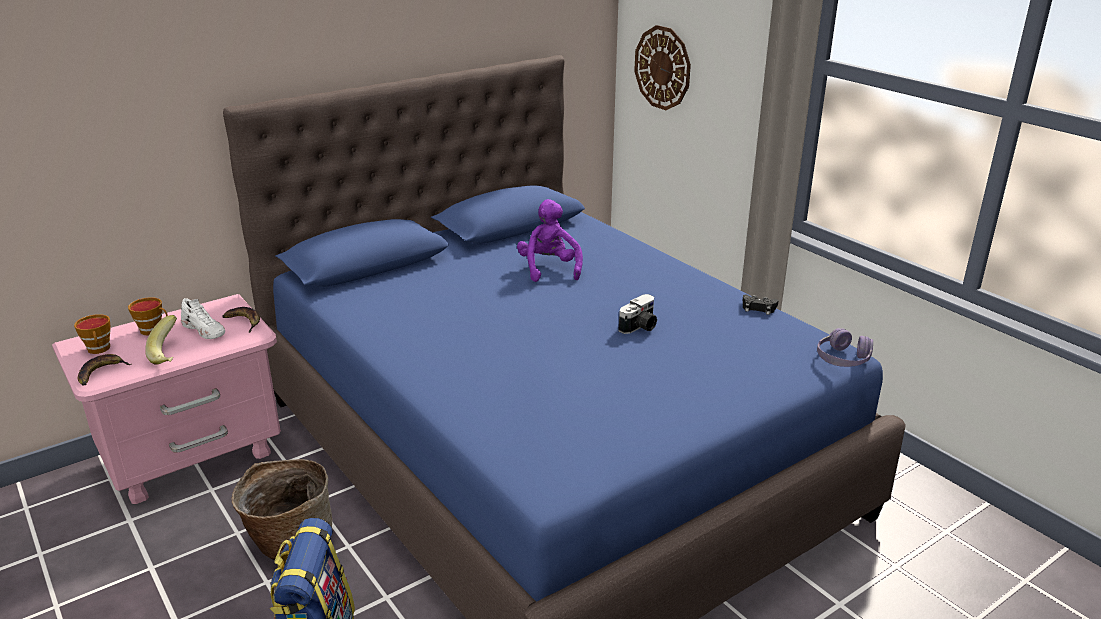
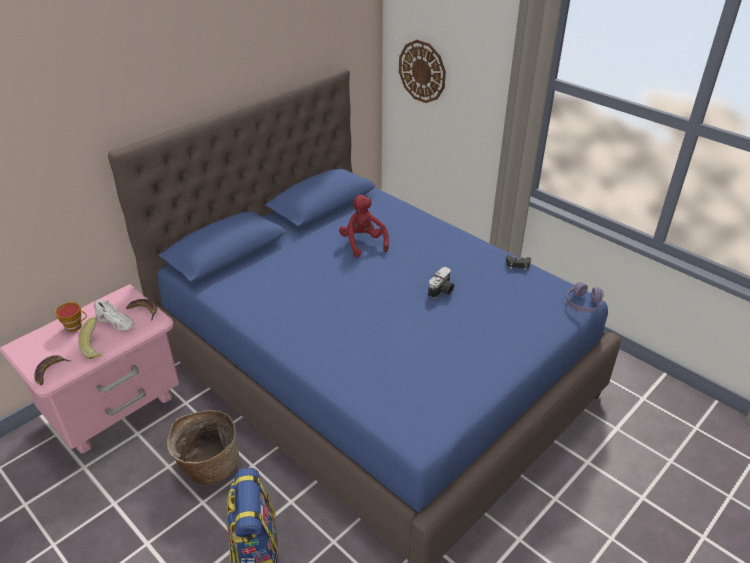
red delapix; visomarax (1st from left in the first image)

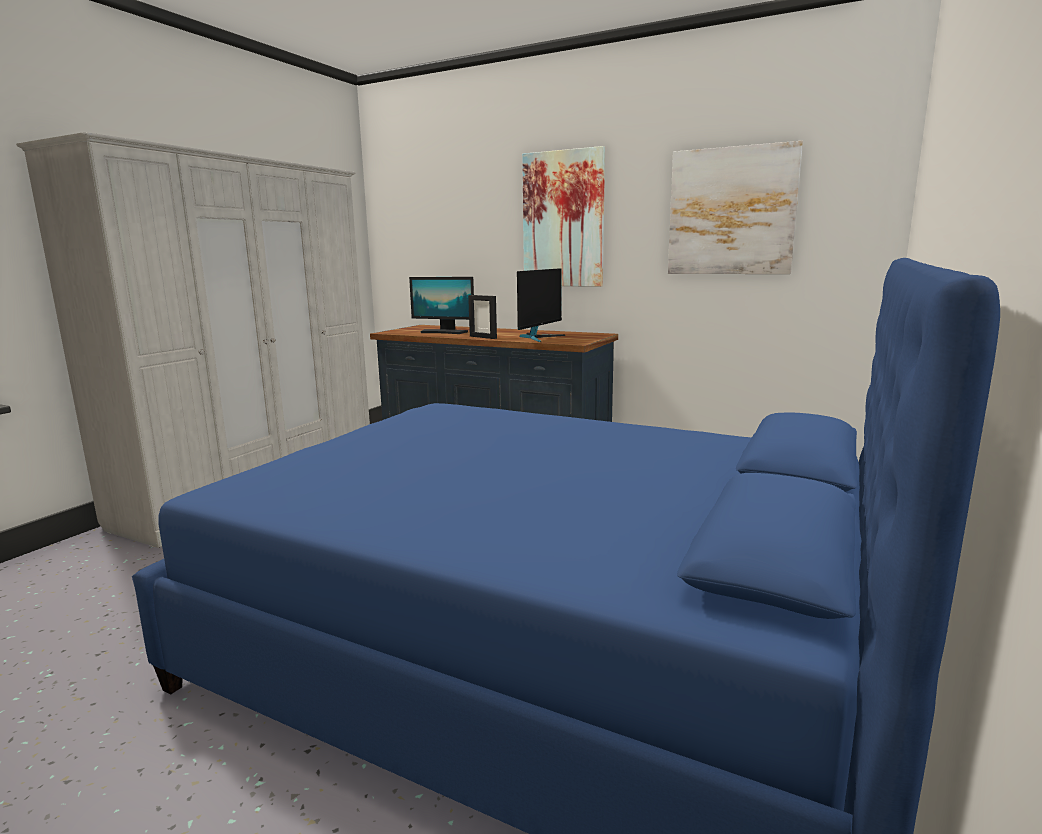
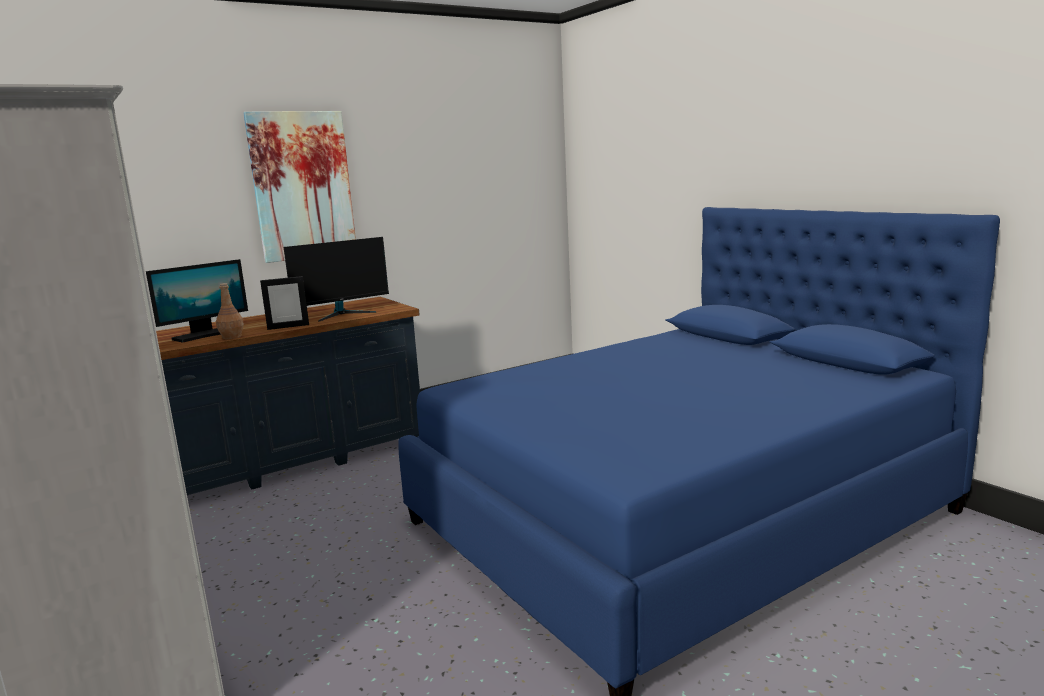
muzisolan (2nd from left in the first image); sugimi (2nd from left); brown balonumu

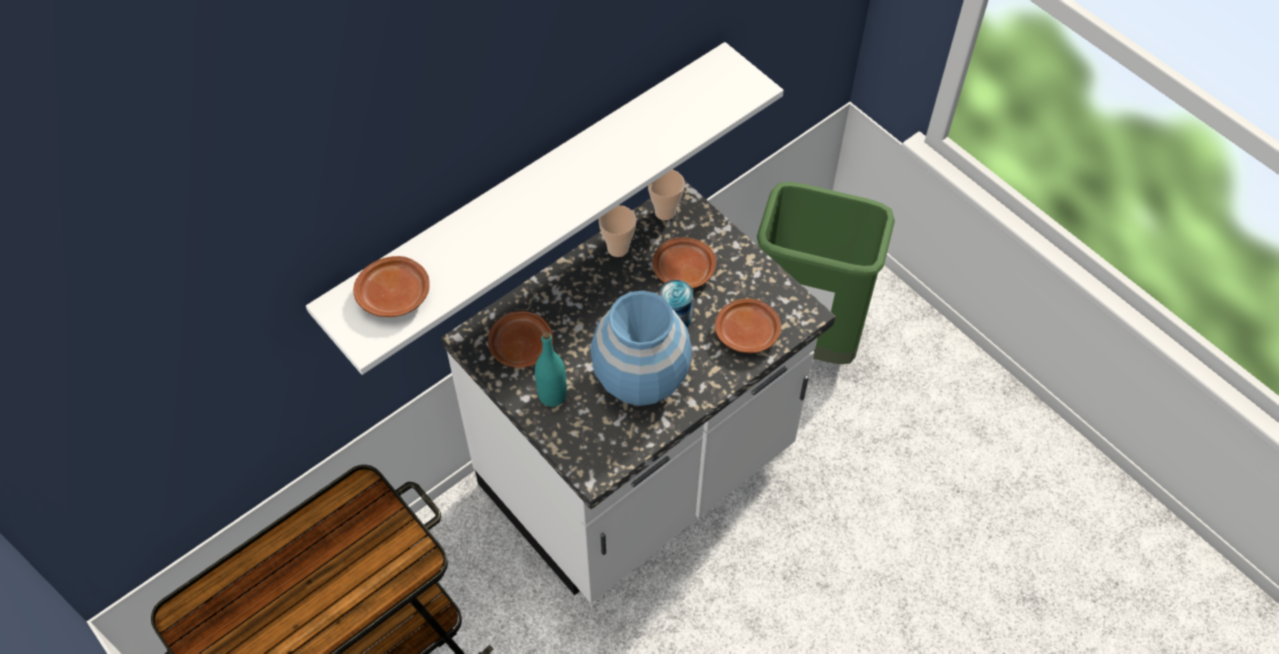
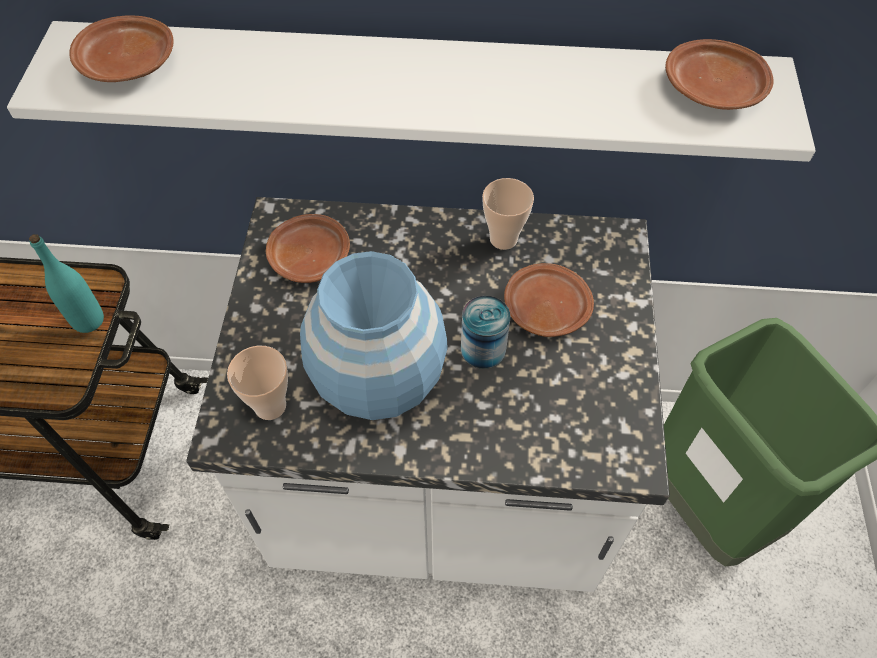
visomarax (1st from left); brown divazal (4th from left); turquoise balonumu

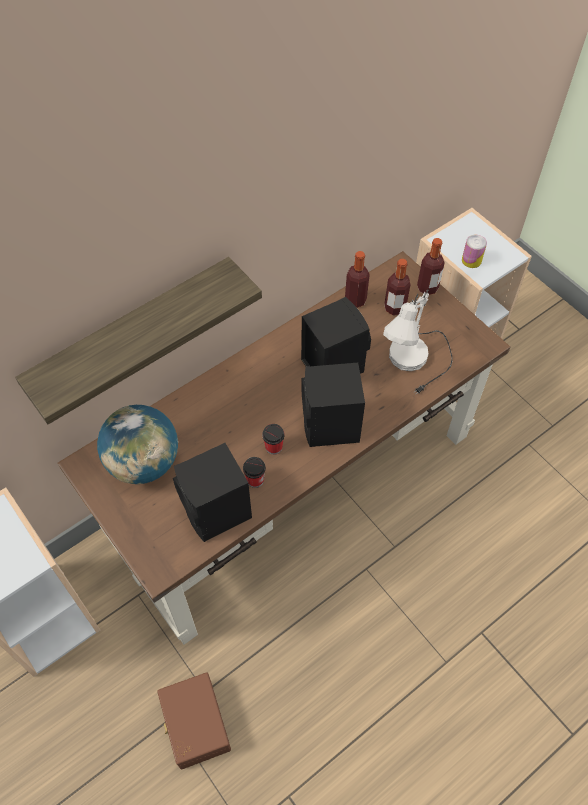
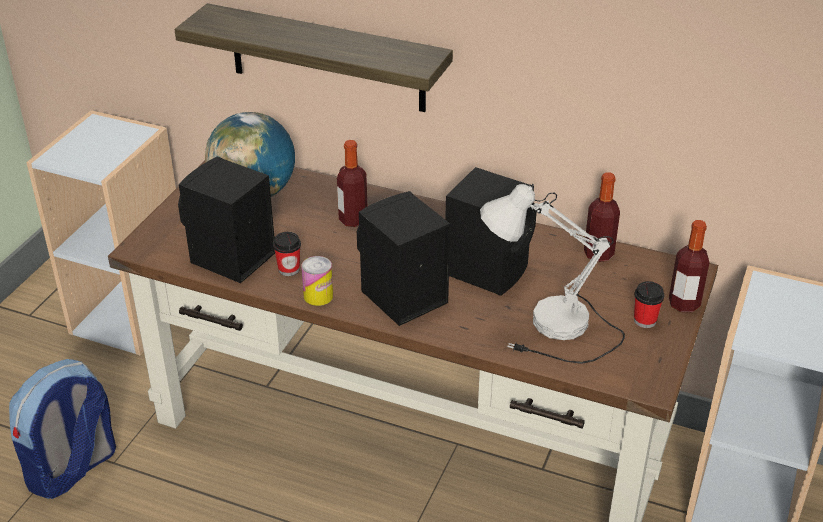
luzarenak; balonumu (1st from left); visomarax (2nd from left); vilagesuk

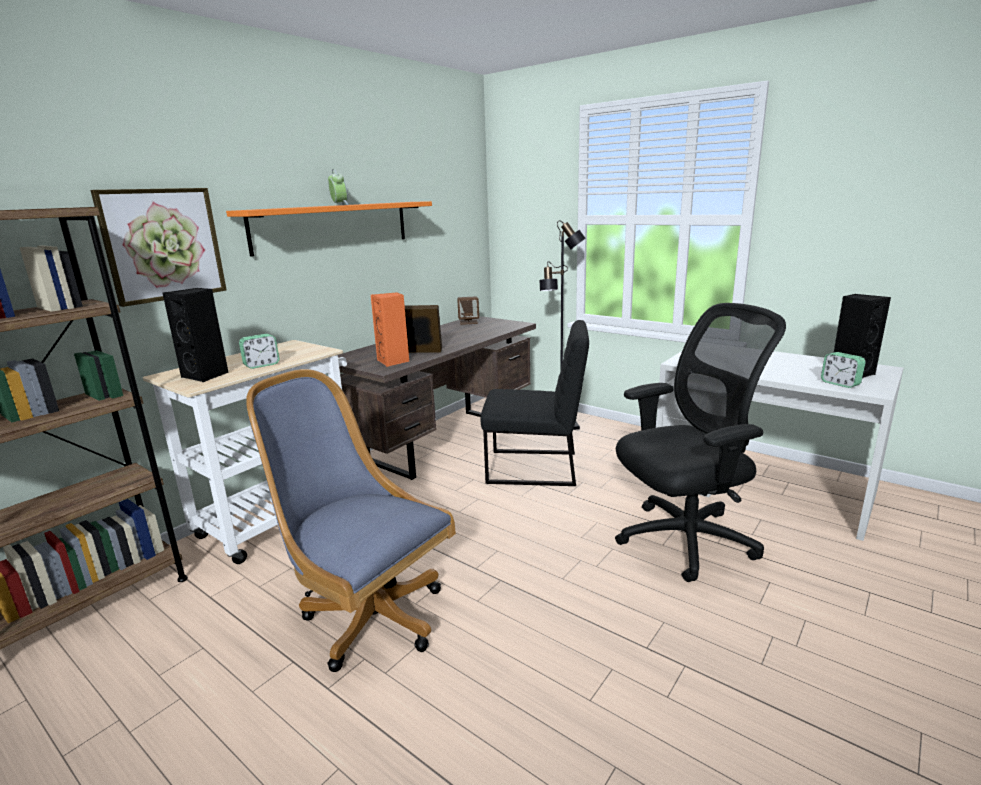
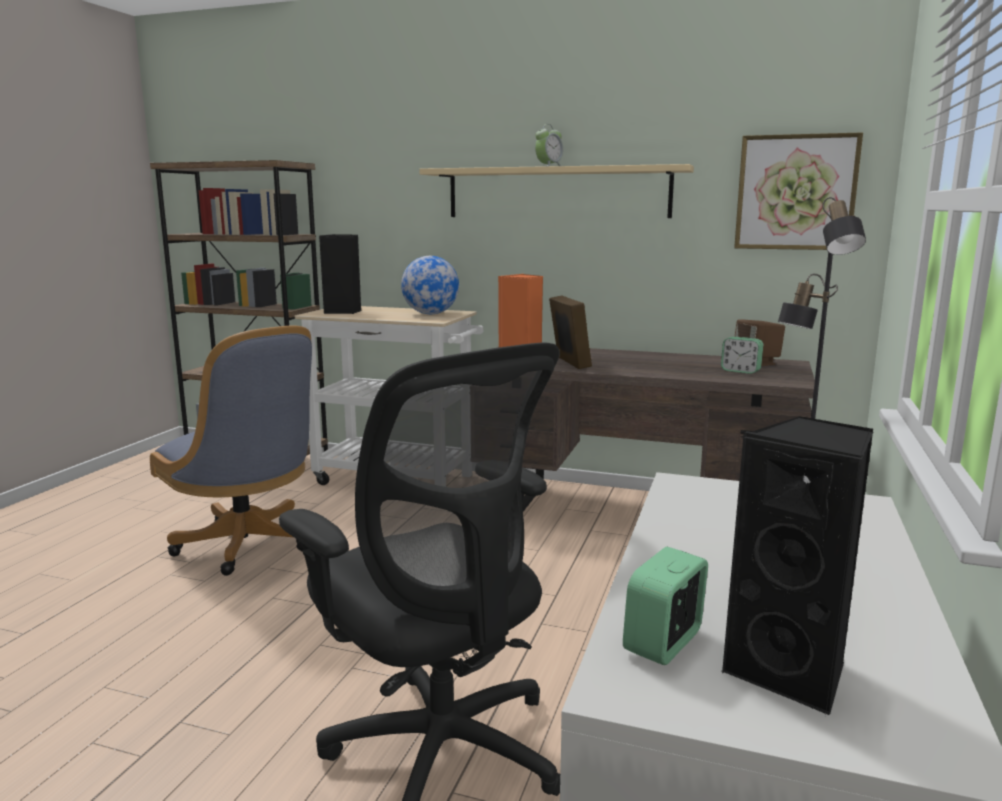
muzisolan; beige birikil; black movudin; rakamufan (3rd from left); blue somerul; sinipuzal

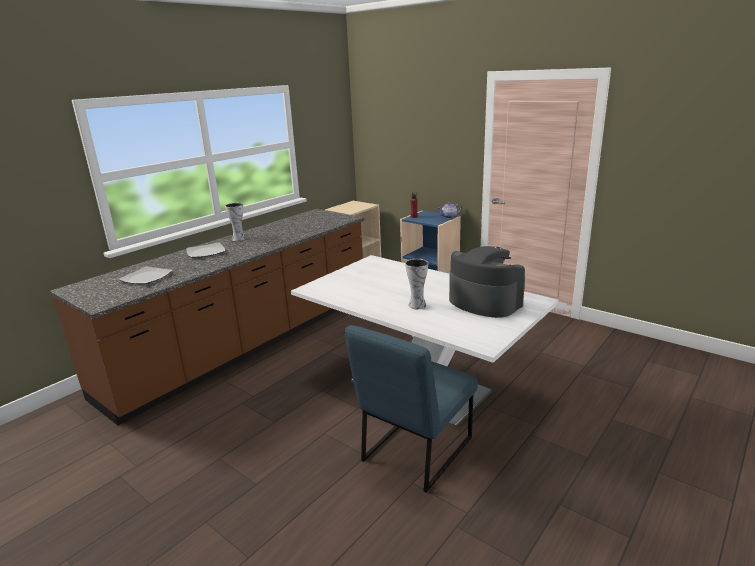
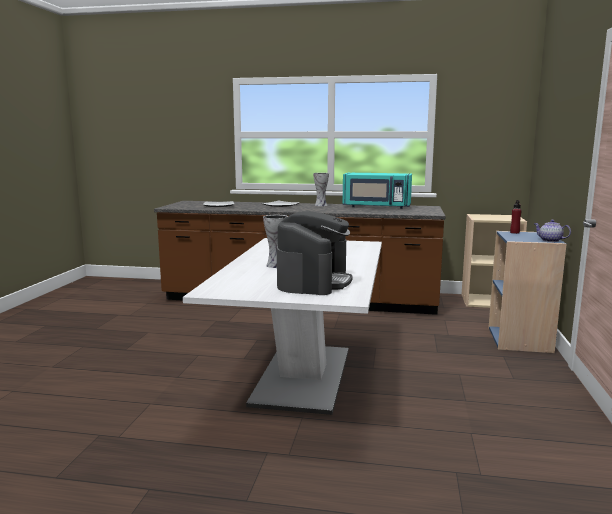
blue movudin; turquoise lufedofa

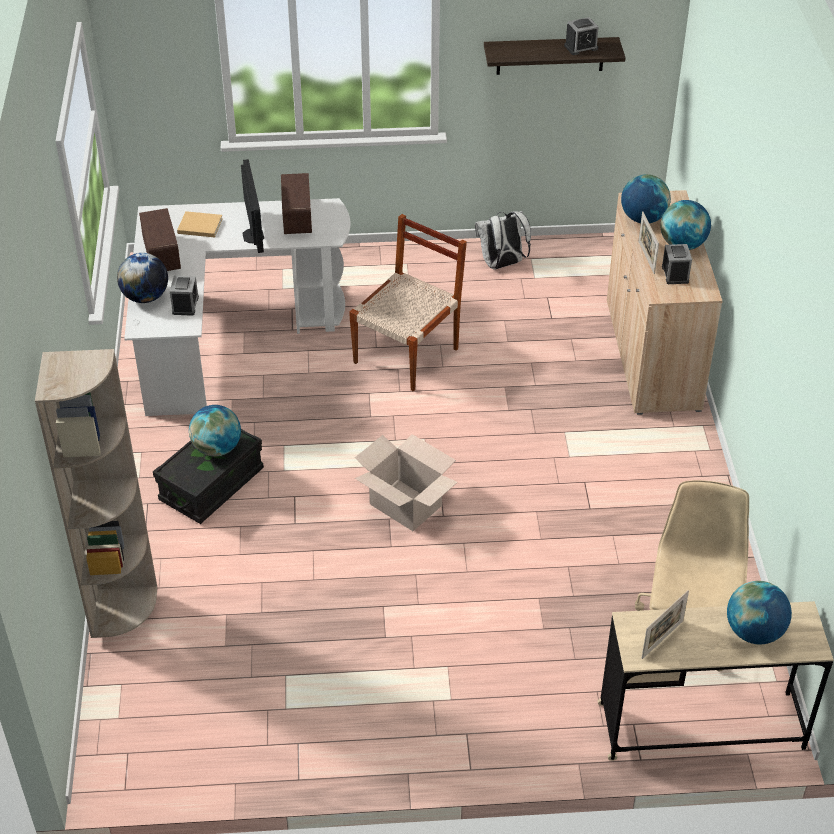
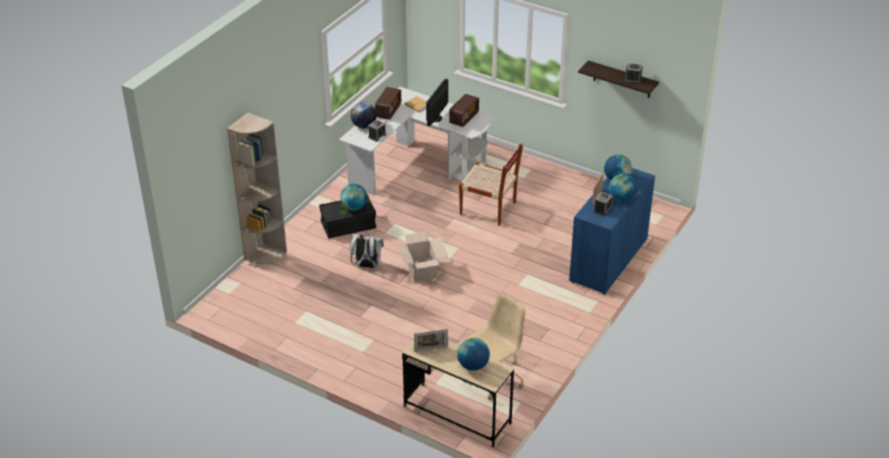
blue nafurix; white vilagesuk; movudin

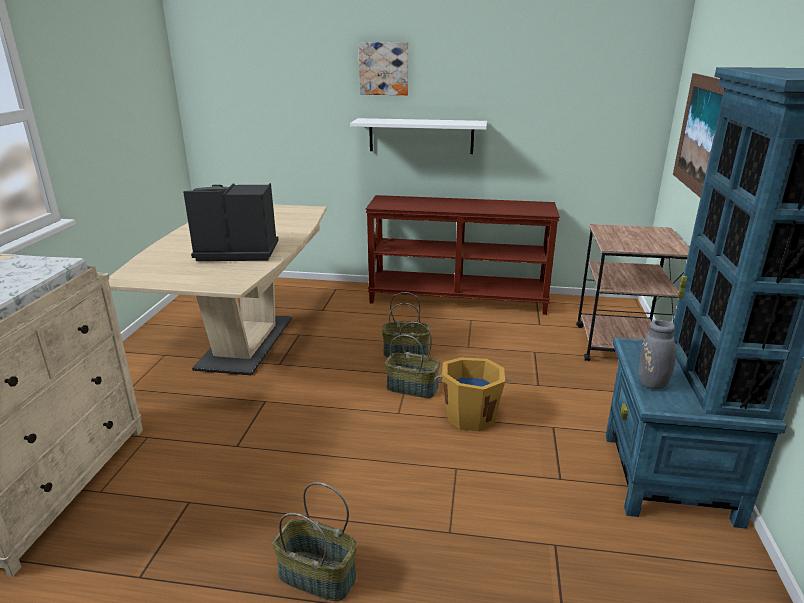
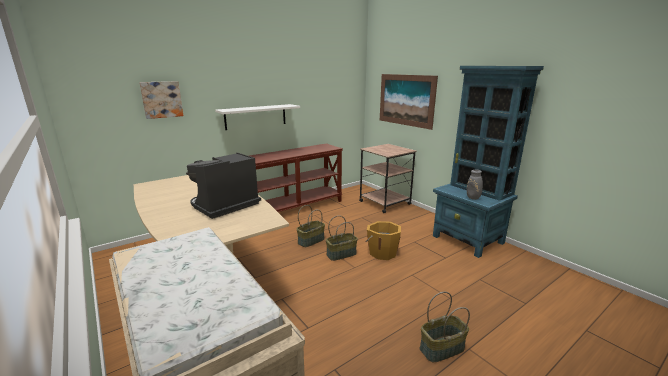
muzisolan (1st from left)

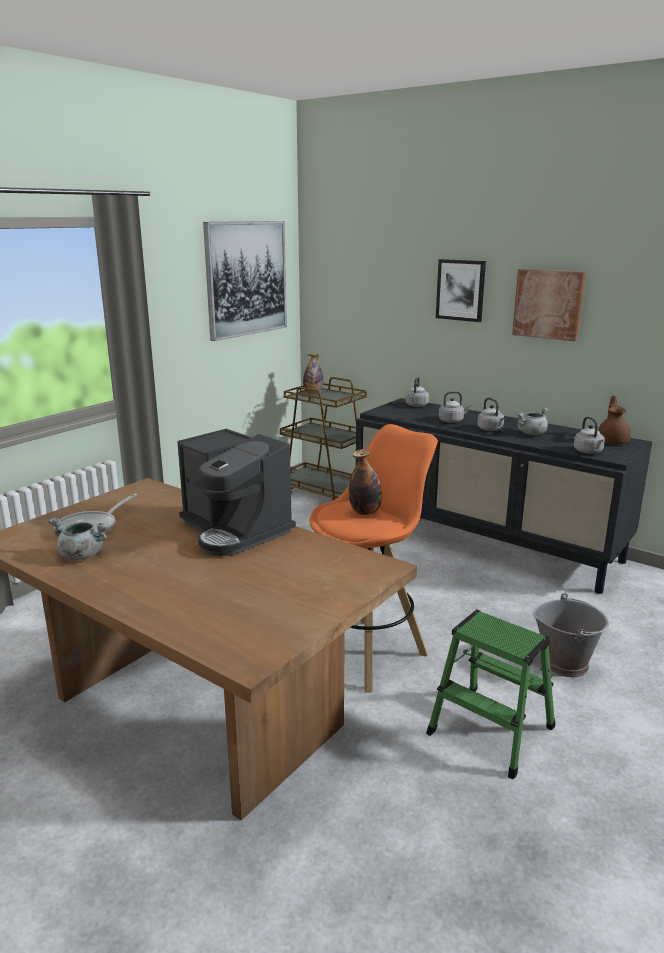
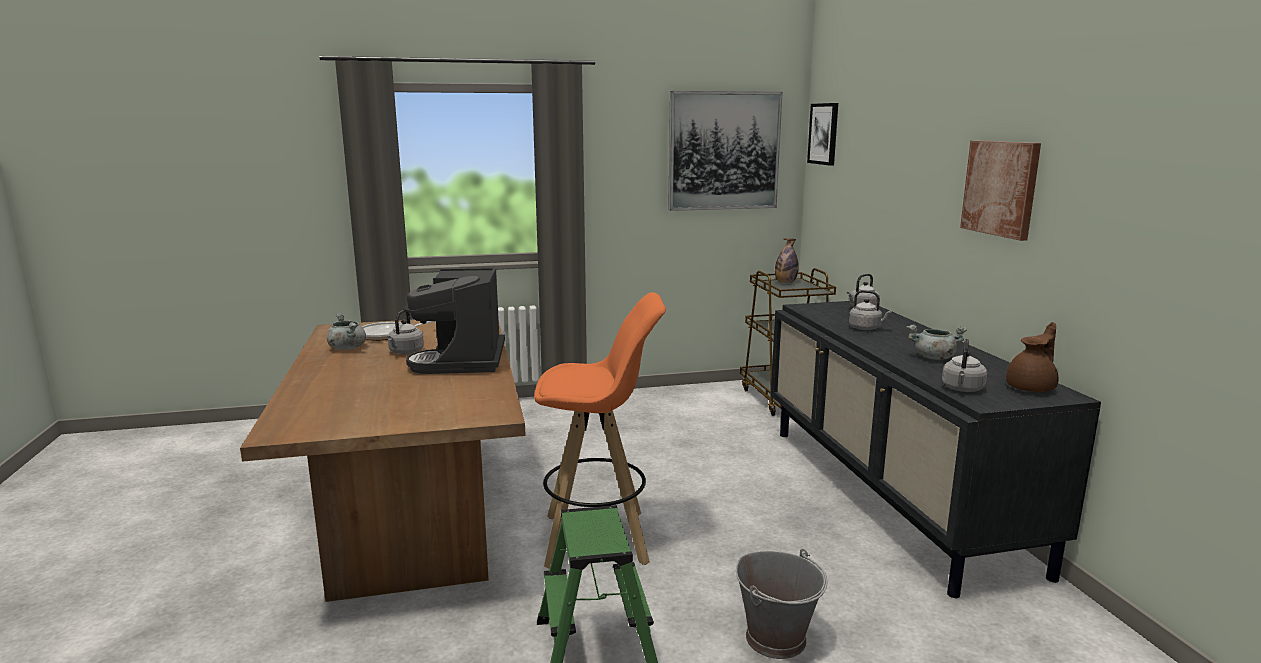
muzisolan (2nd from left); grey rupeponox (1st from left); balonumu (2nd from left in the first image)

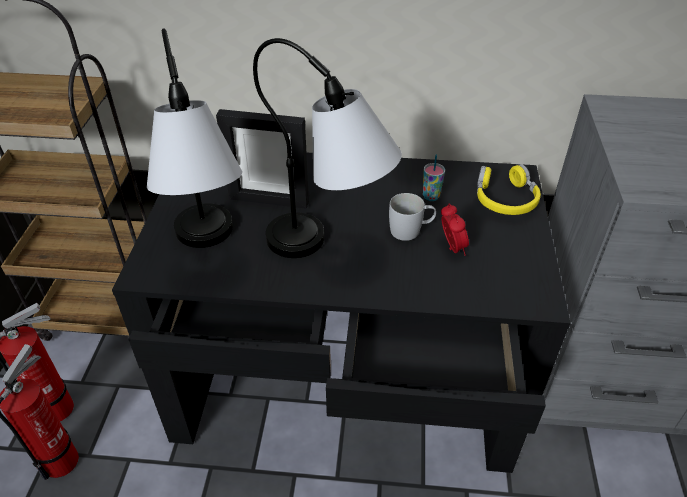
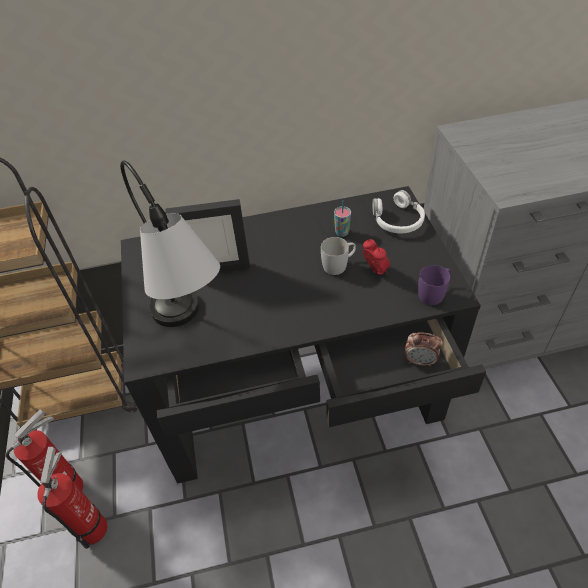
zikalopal (2nd from left in the first image); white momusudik; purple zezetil; rakamufan (2nd from left)

